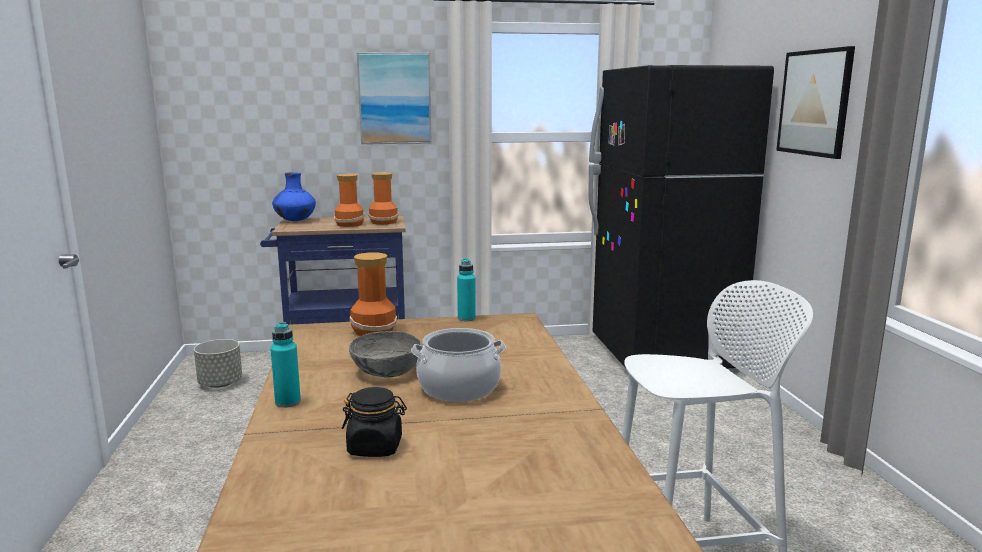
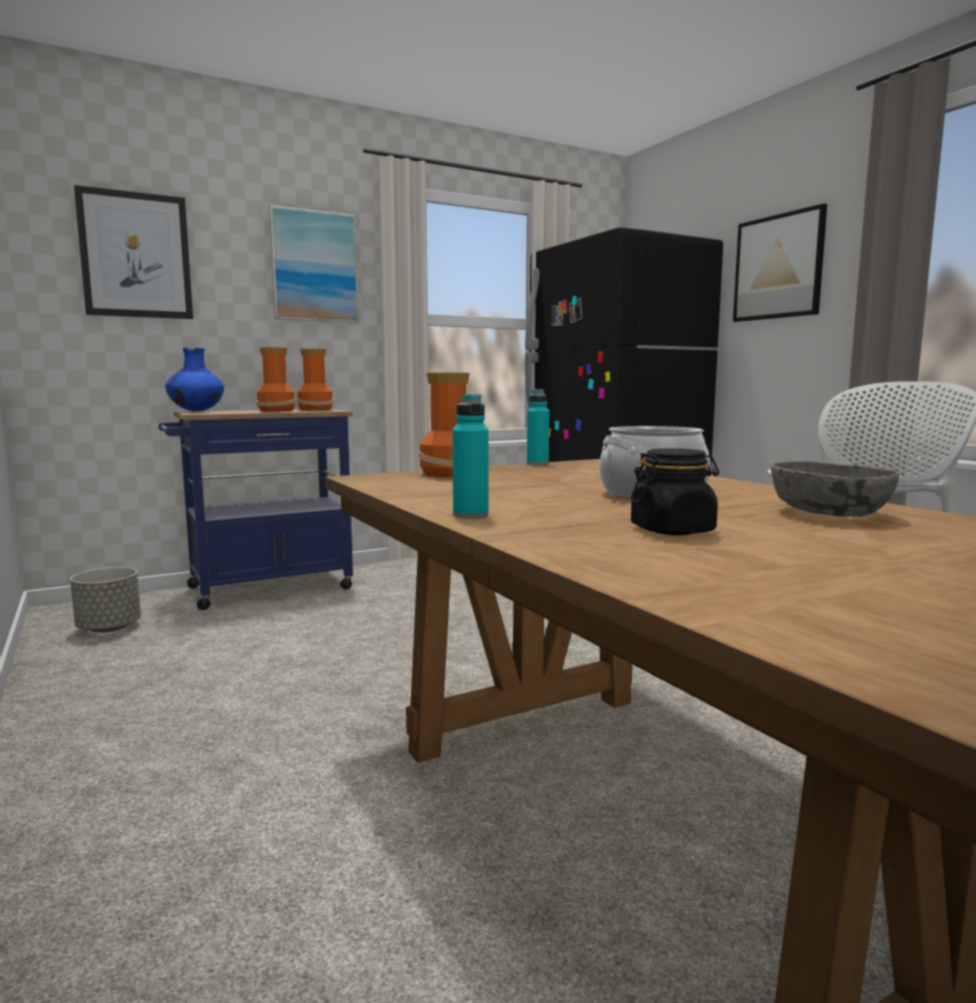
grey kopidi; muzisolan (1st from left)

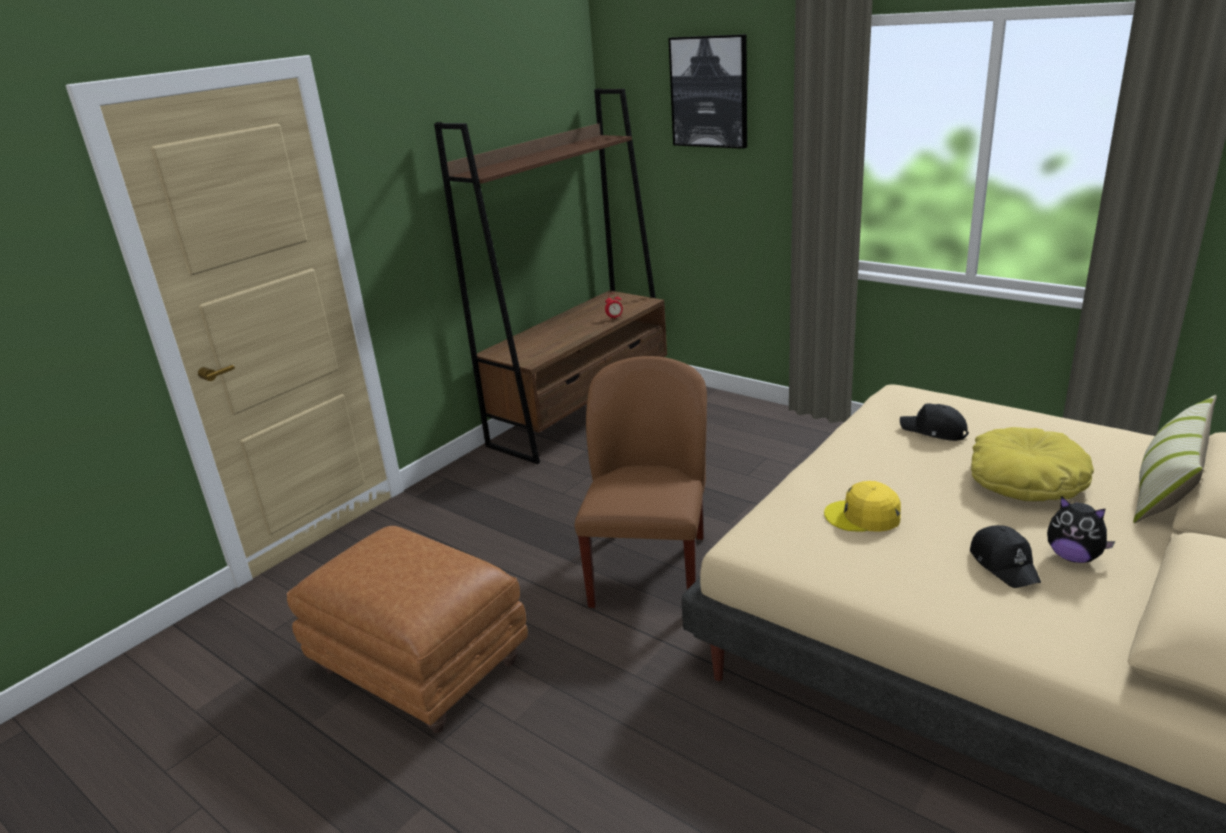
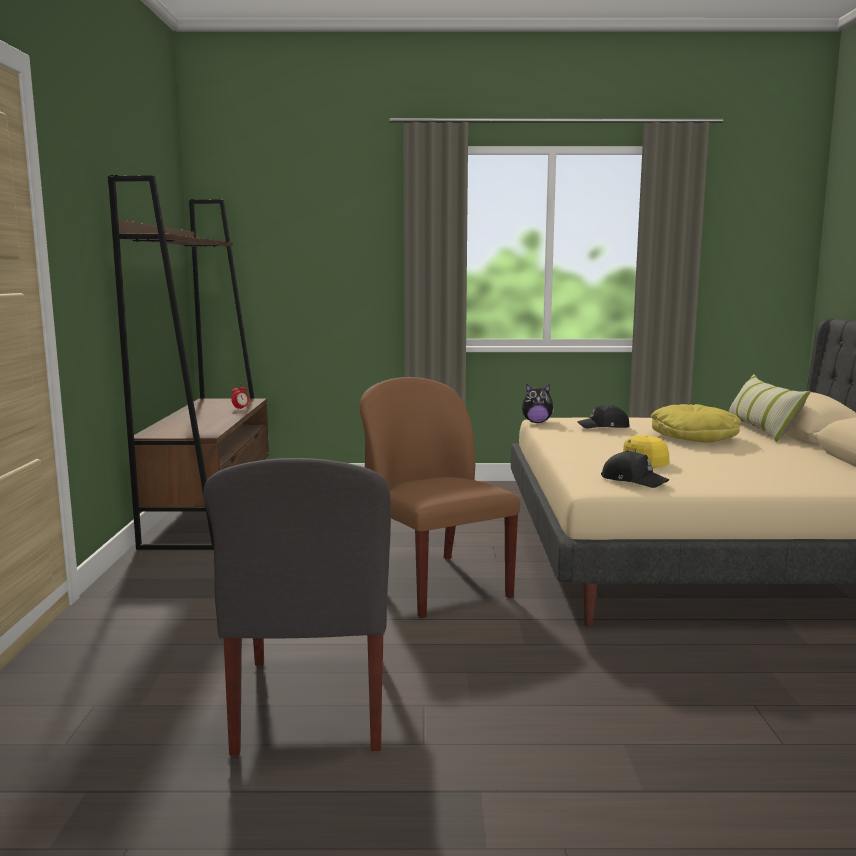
muzisolan; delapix; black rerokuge (2nd from left); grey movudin

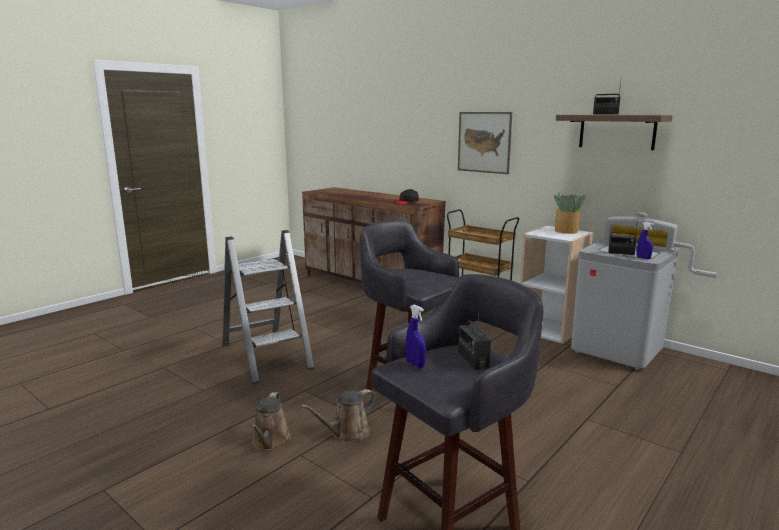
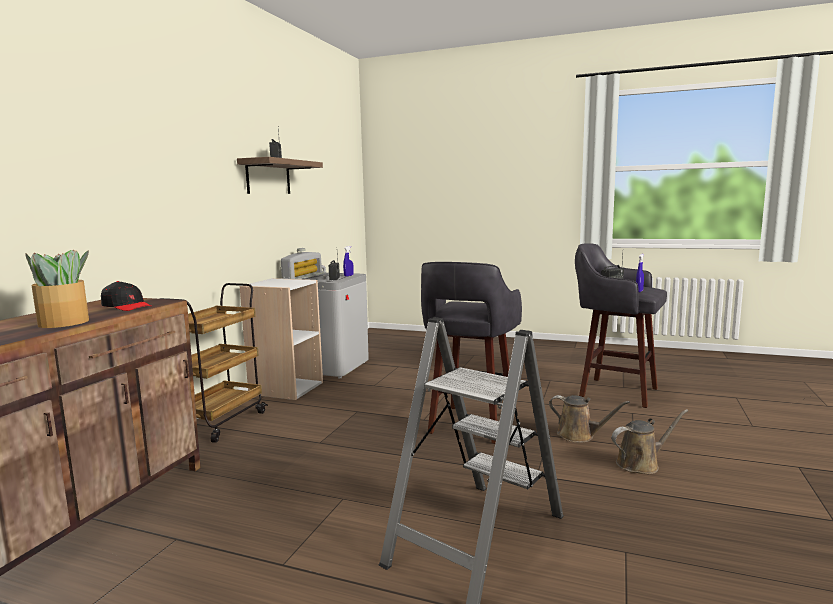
muzisolan; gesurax

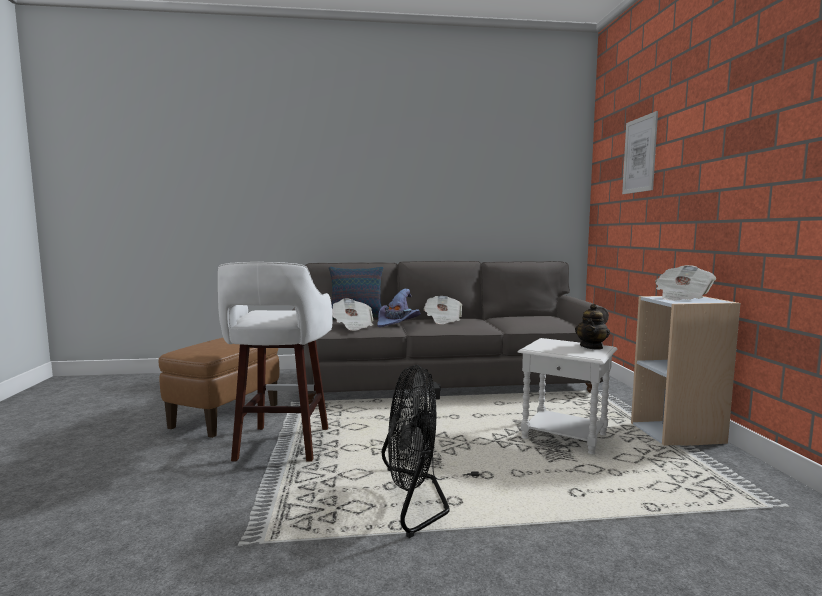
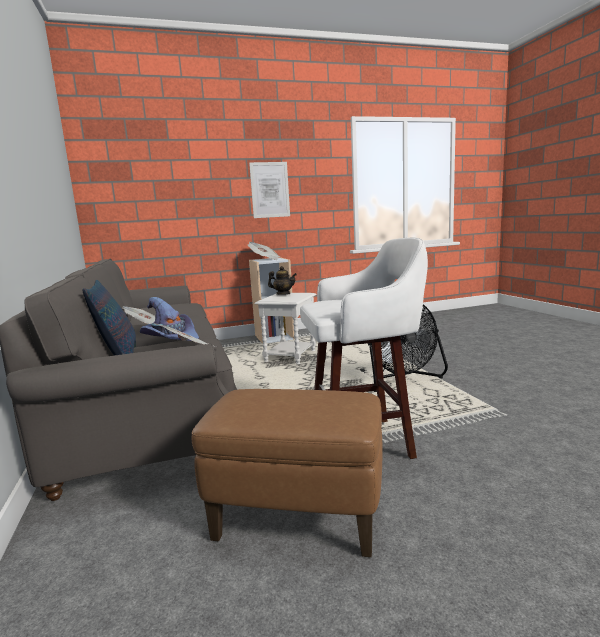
muzisolan

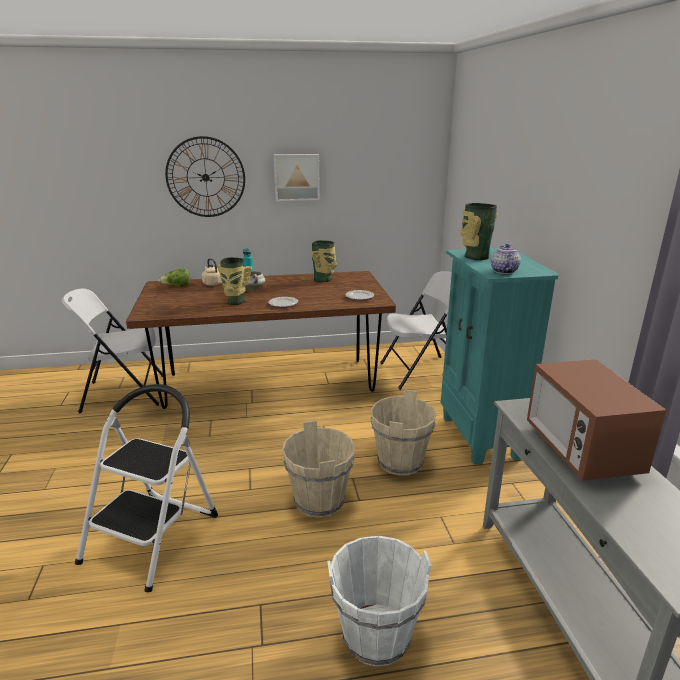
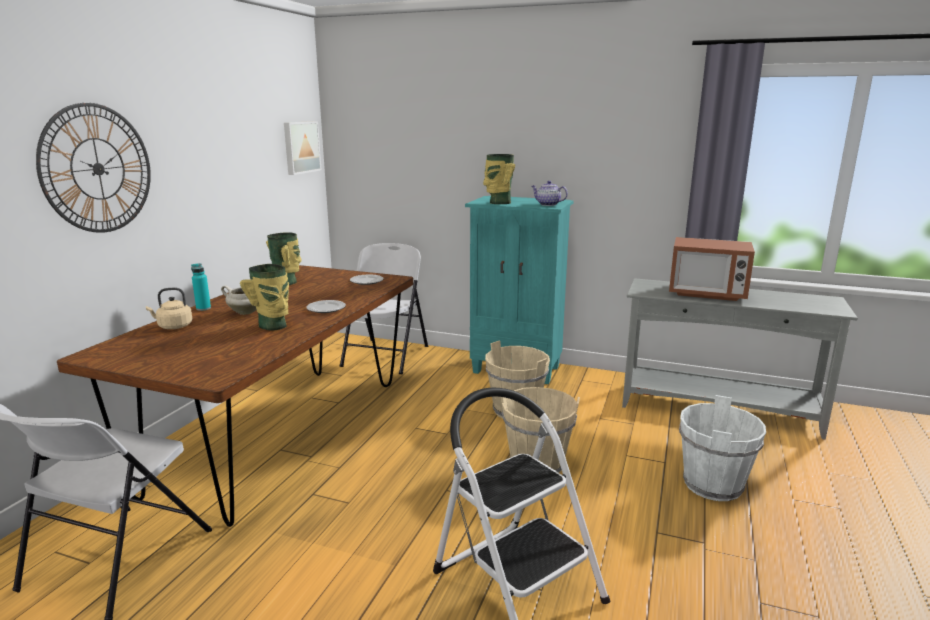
muzisolan; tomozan

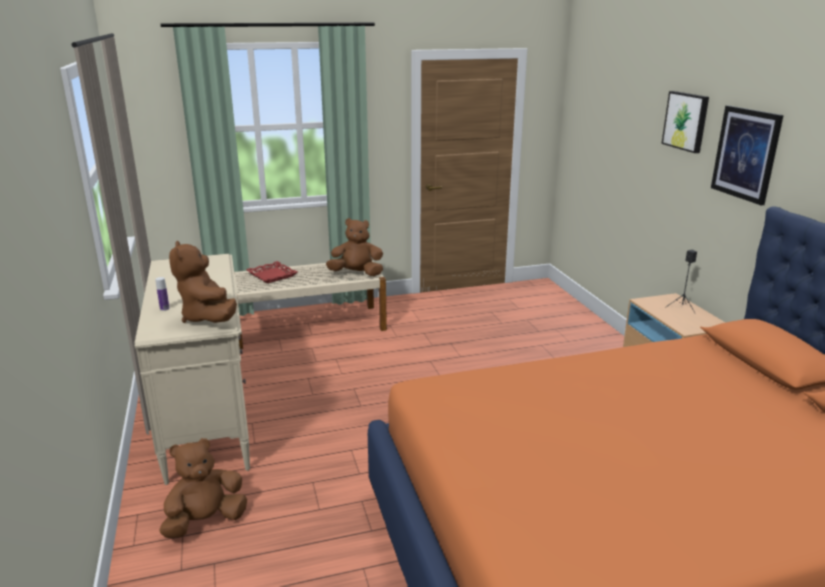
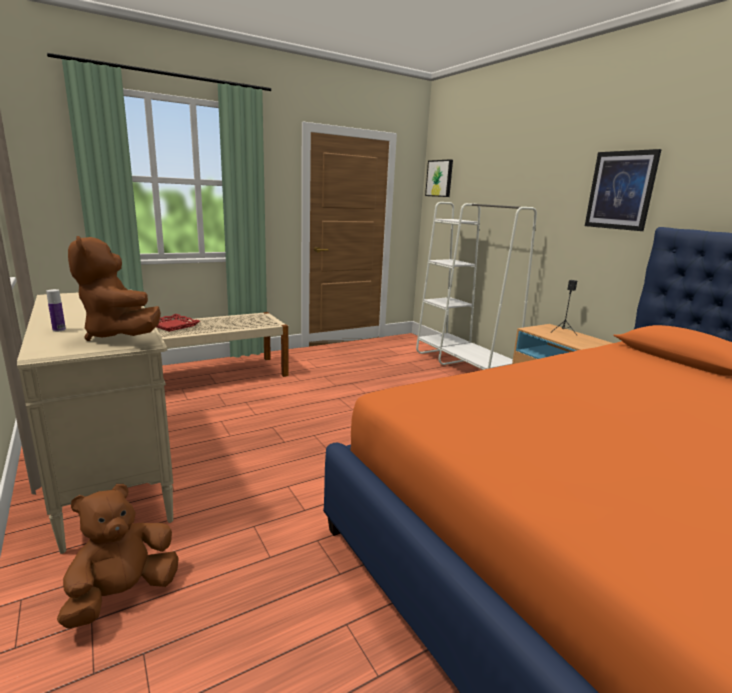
muzisolan (1st from left); brown delapix (3rd from left in the first image); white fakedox

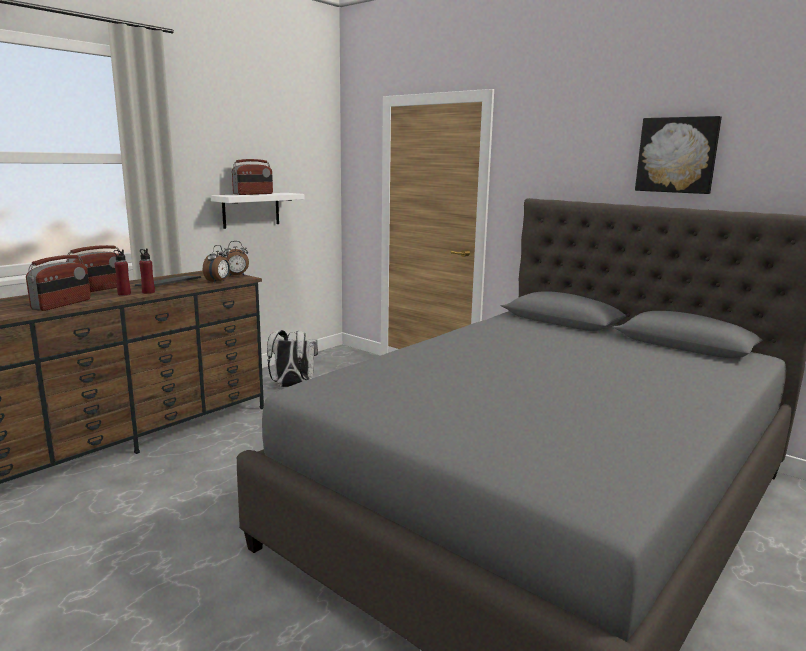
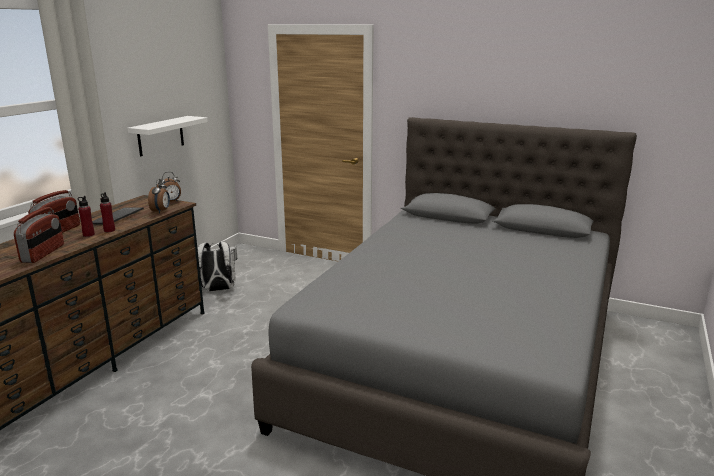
muzisolan; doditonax (3rd from left in the first image)

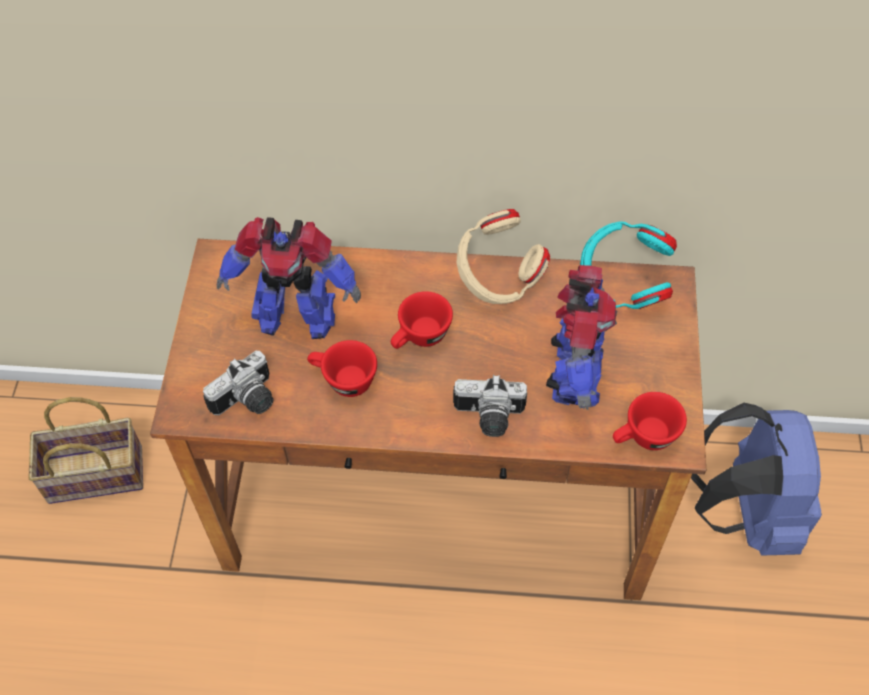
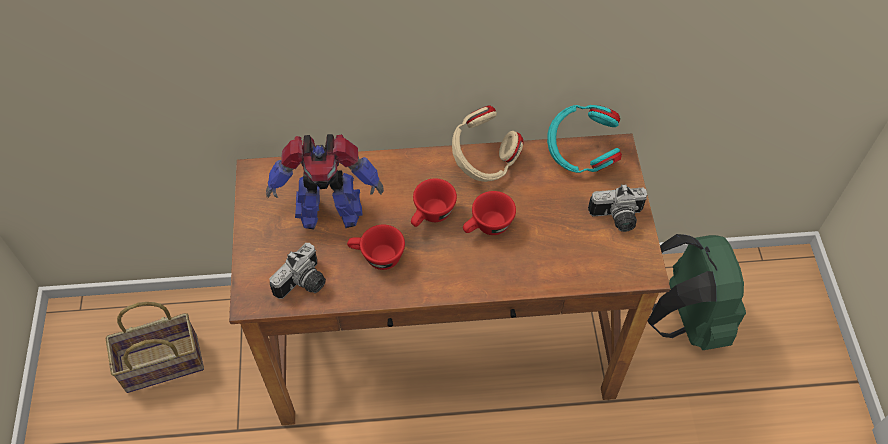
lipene (2nd from left in the first image); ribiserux (2nd from left); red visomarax (3rd from left); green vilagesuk

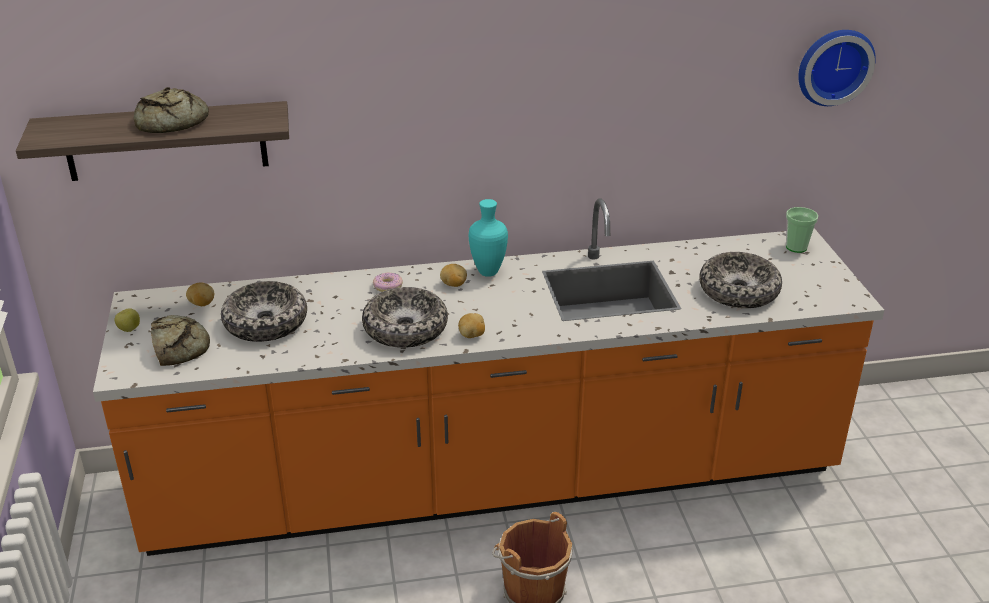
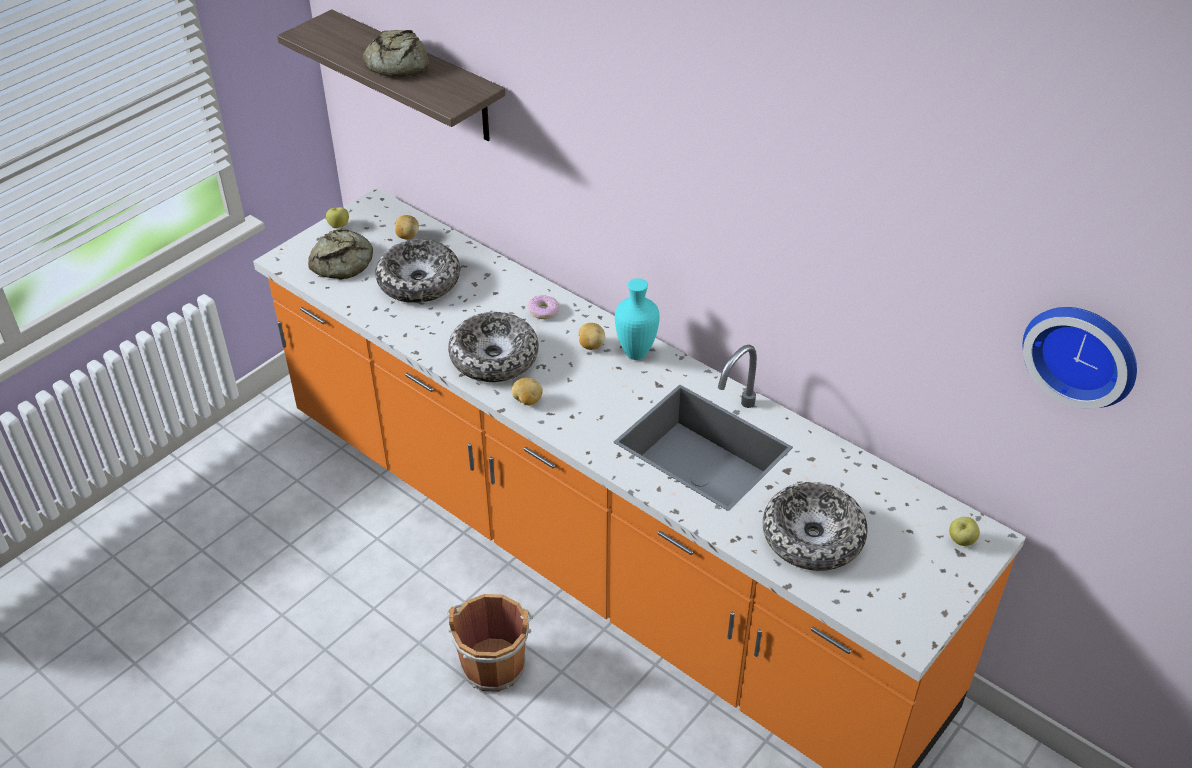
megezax (2nd from left)

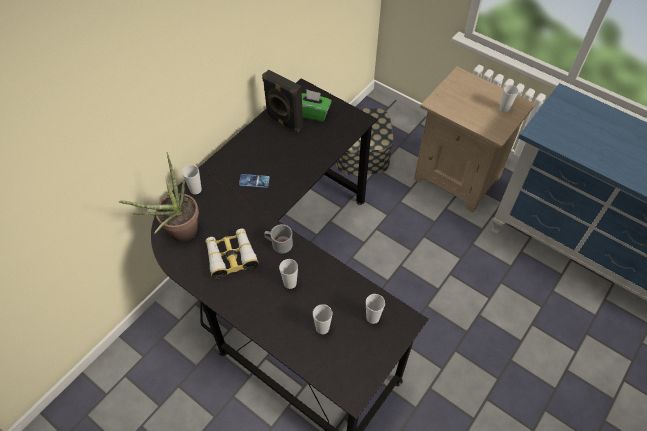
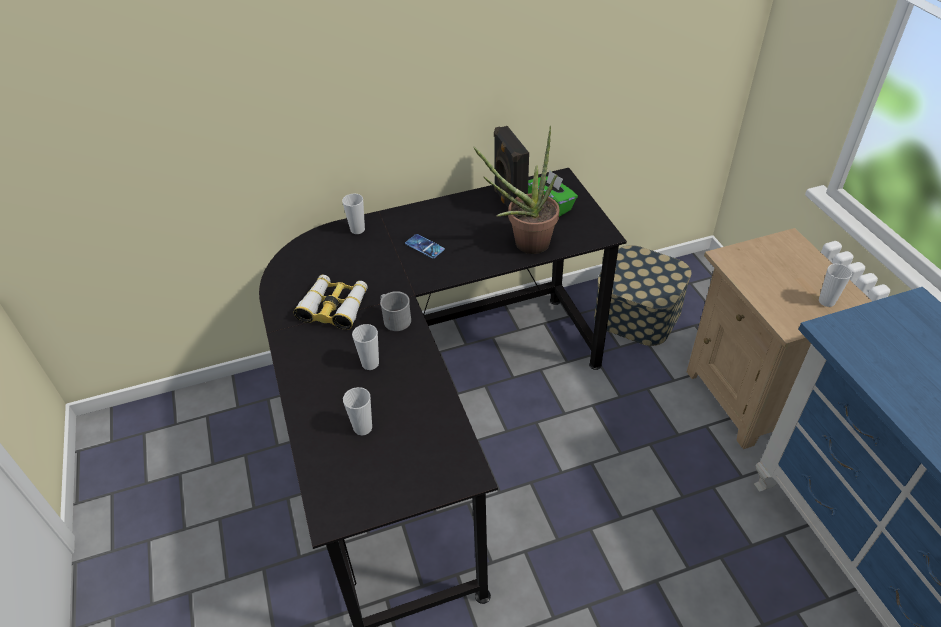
gesurax; visomarax (4th from left in the first image)

